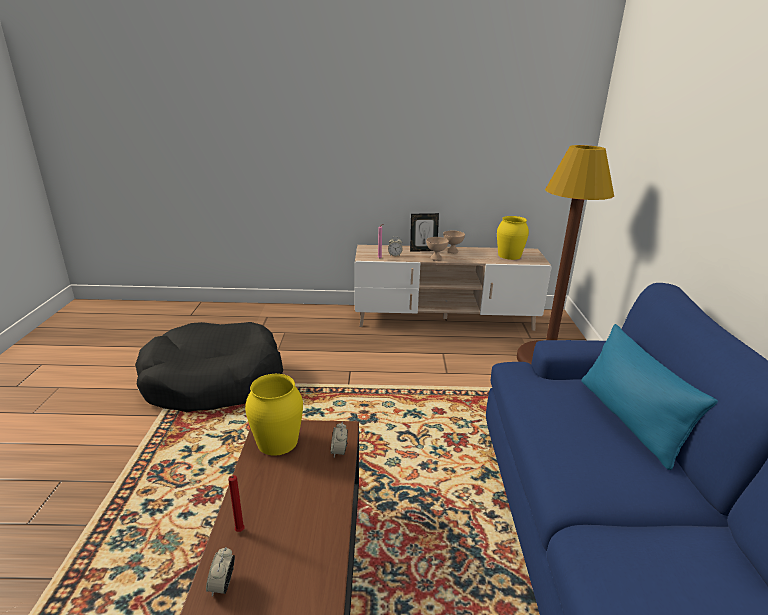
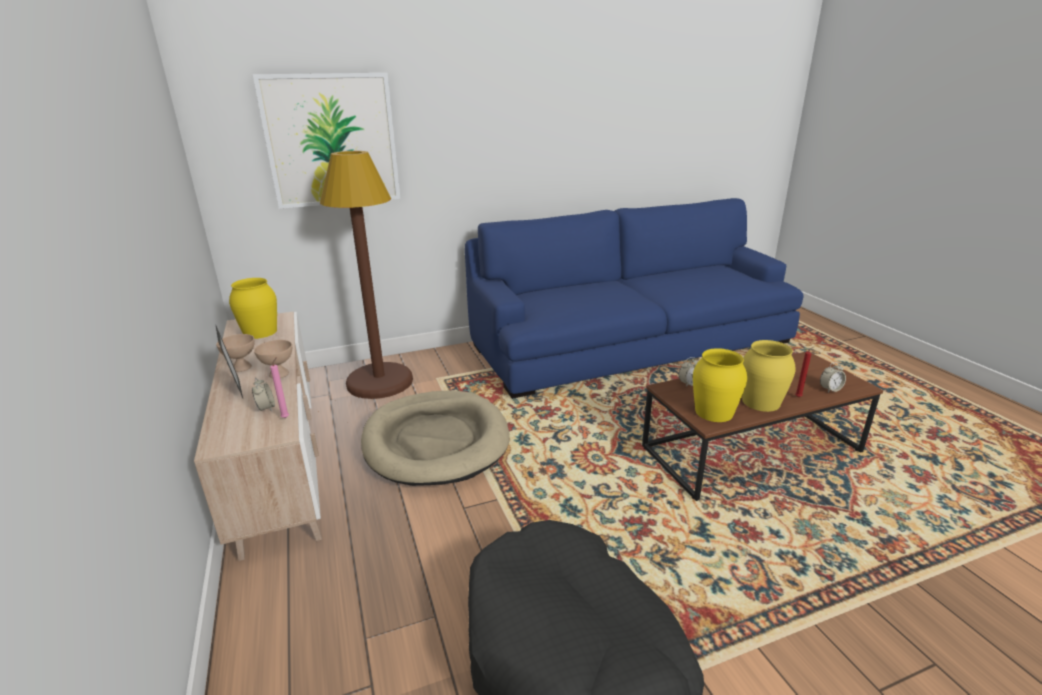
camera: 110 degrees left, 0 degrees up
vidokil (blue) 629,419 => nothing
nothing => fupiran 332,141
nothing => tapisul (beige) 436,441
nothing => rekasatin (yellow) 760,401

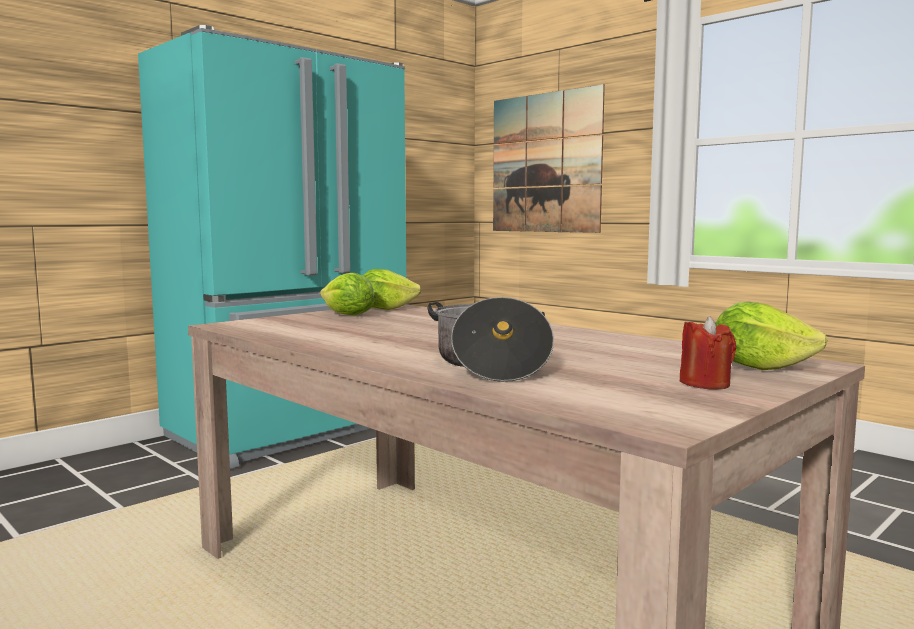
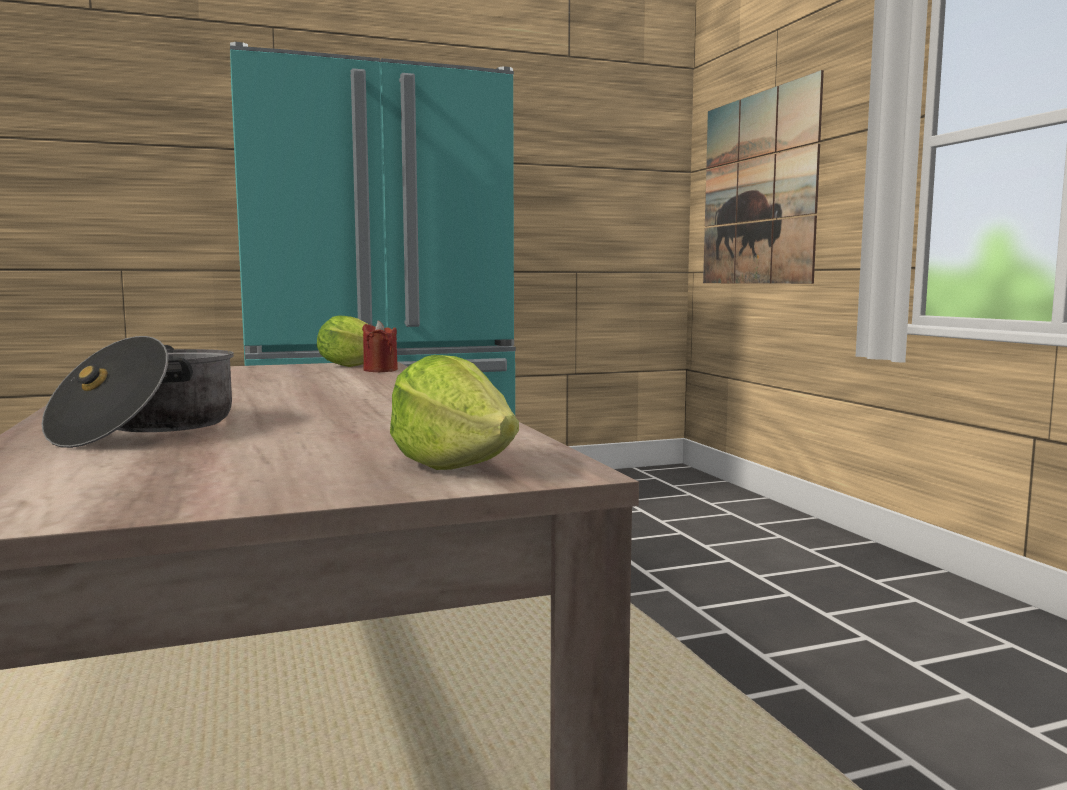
camera: 25 degrees right, 0 degrees up
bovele 347,315 => nothing
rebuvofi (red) 705,384 => rebuvofi (red) 380,370, moved

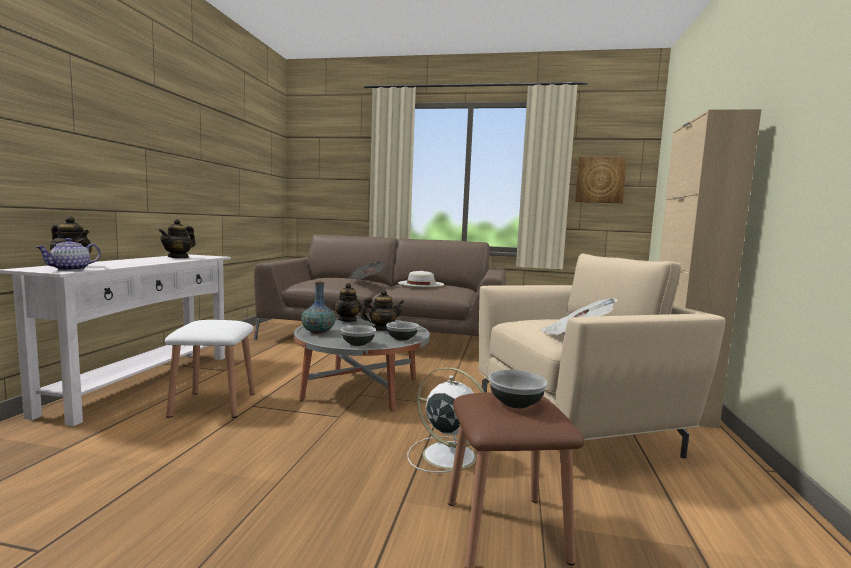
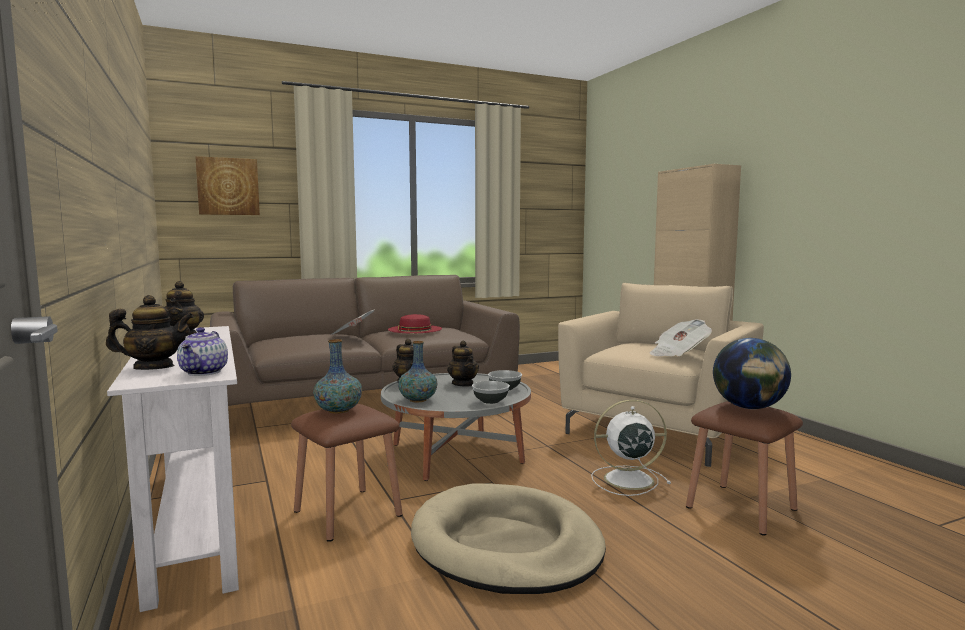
camera: 35 degrees left, 0 degrees up
nothing => rekasatin 338,410
nothing => tapisul (beige) 506,545
fupiran 600,180 => fupiran 228,186, moved
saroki 516,403 => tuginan 749,407
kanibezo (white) 213,404 => kanibezo (brown) 347,513
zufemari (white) 421,283 => zufemari (red) 415,329
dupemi 382,329 => dupemi 463,384, 120 degrees clockwise

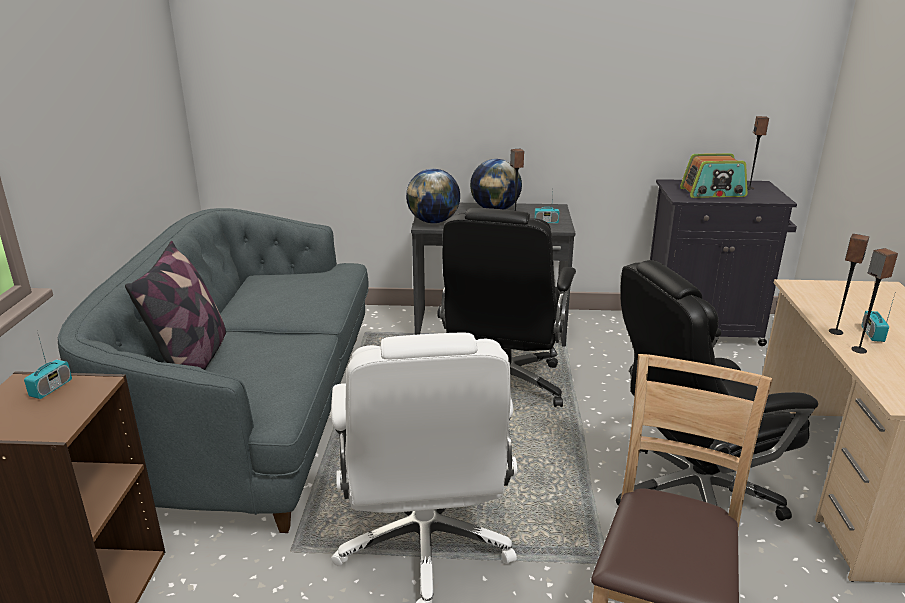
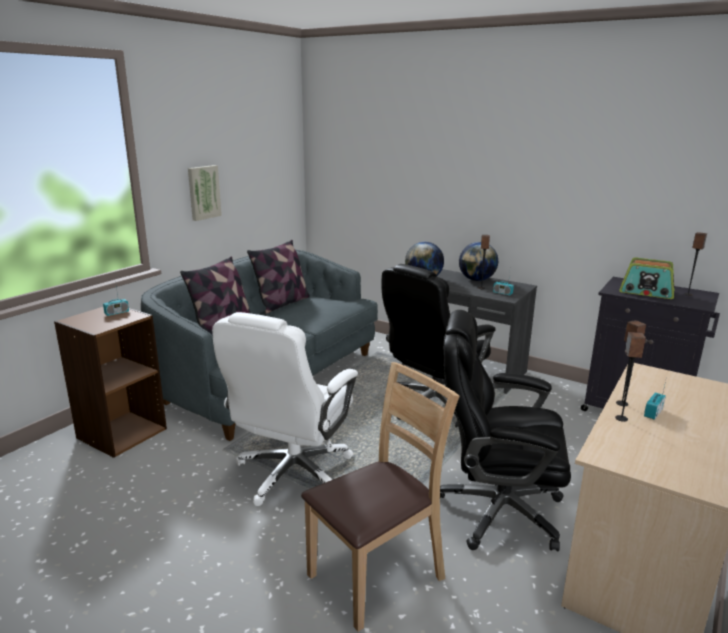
camera: 30 degrees right, 5 degrees down
nothing => fupiran 203,192
nothing => vidokil 282,303

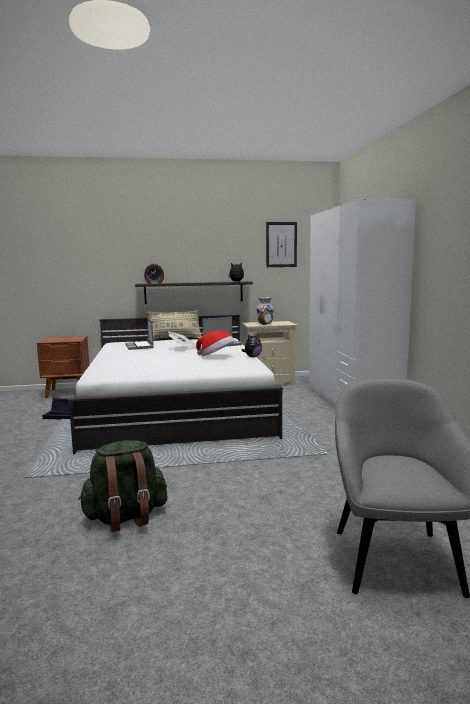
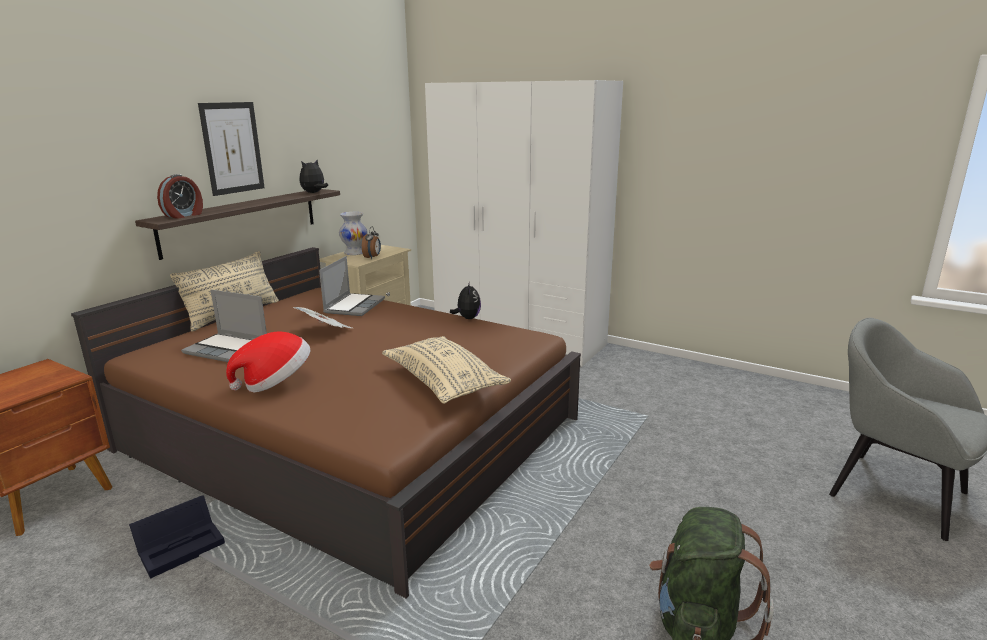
camera: 50 degrees left, 10 degrees up
nothing => vidokil (beige) 443,382
zufemari 216,356 => zufemari 276,383, moved
fupiran 281,244 => fupiran 232,148, moved
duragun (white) 176,408 => duragun (brown) 350,434

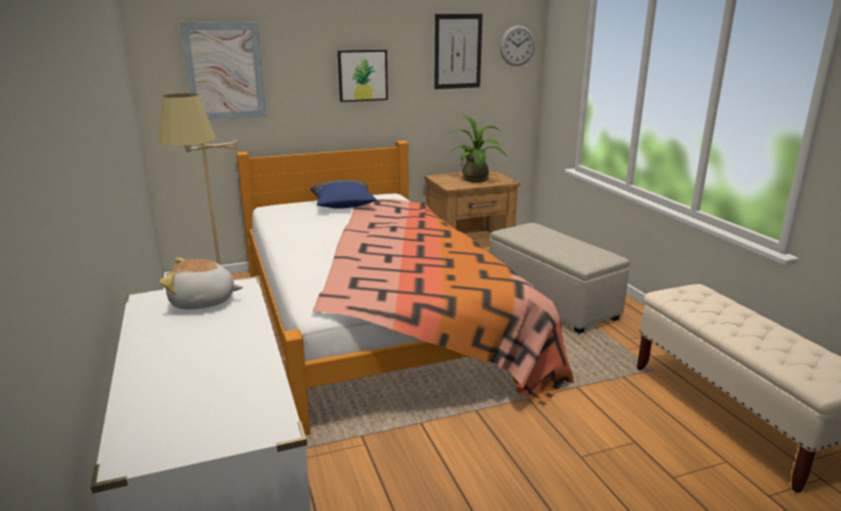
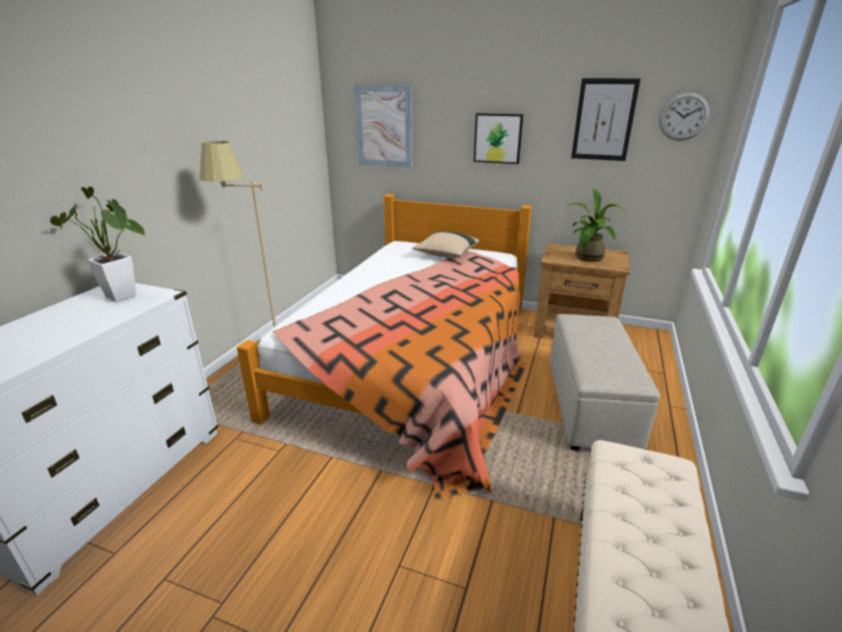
camera: 40 degrees right, 5 degrees up
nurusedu 203,302 => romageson 124,298
vidokil (blue) 343,206 => vidokil (beige) 446,255

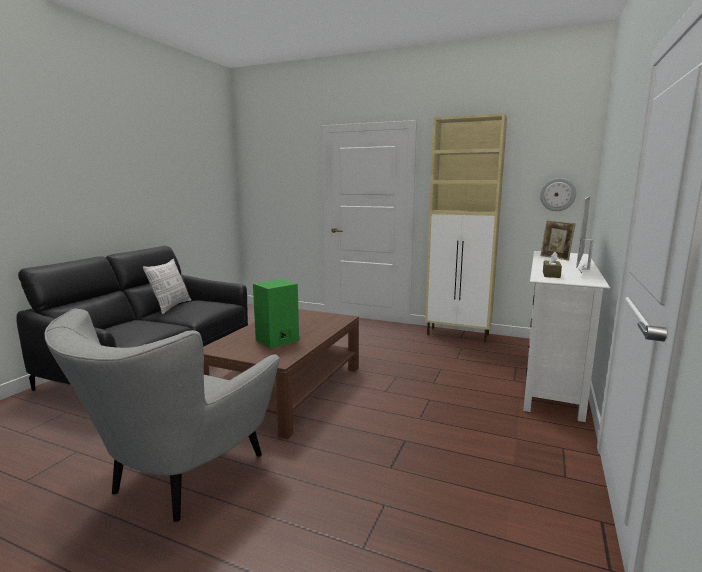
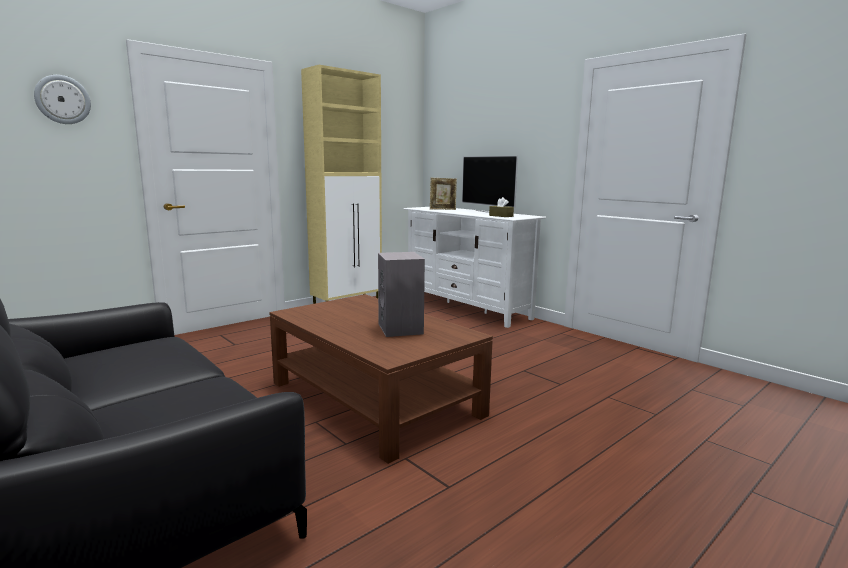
camera: 65 degrees left, 0 degrees up
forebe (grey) 180,479 => nothing
vidokil 171,307 => nothing
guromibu 557,194 => guromibu 63,99, moved
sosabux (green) 277,341 => sosabux (grey) 401,329

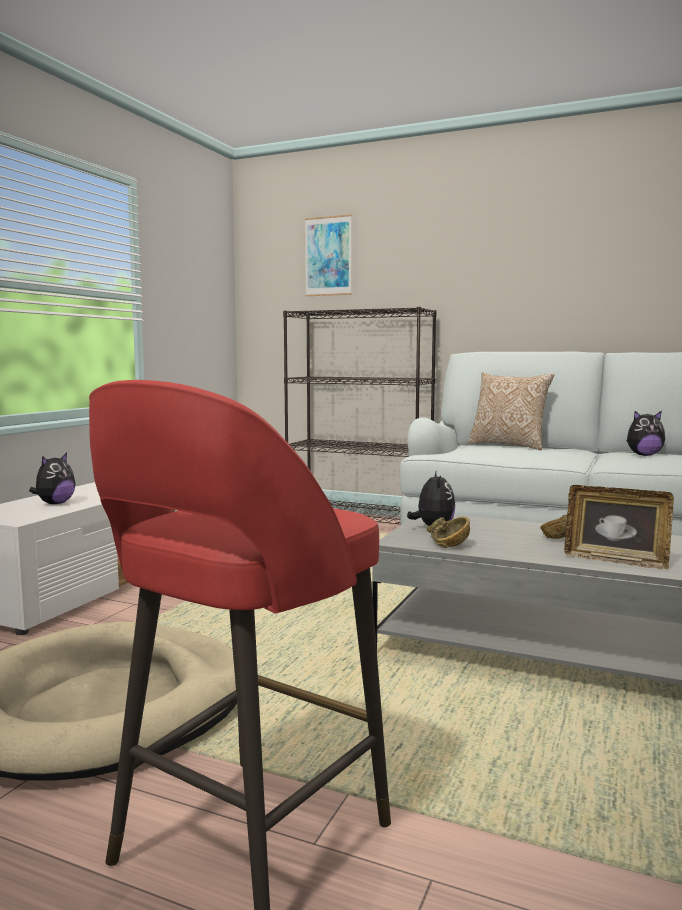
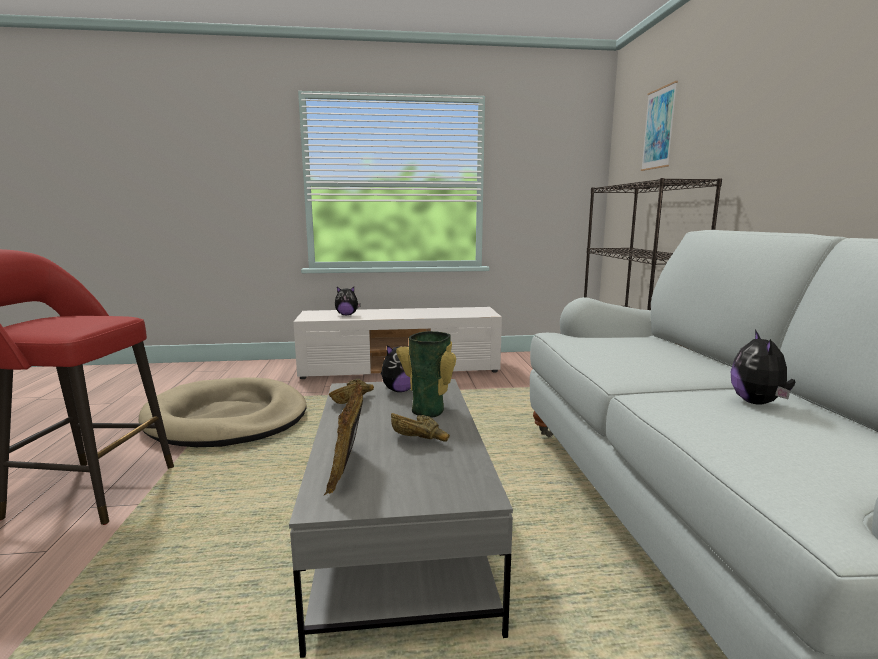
camera: 60 degrees right, 5 degrees up
vidokil 509,445 => nothing
nothing => rekasatin 430,409
nurusedu 644,455 => nurusedu 758,403, 45 degrees clockwise

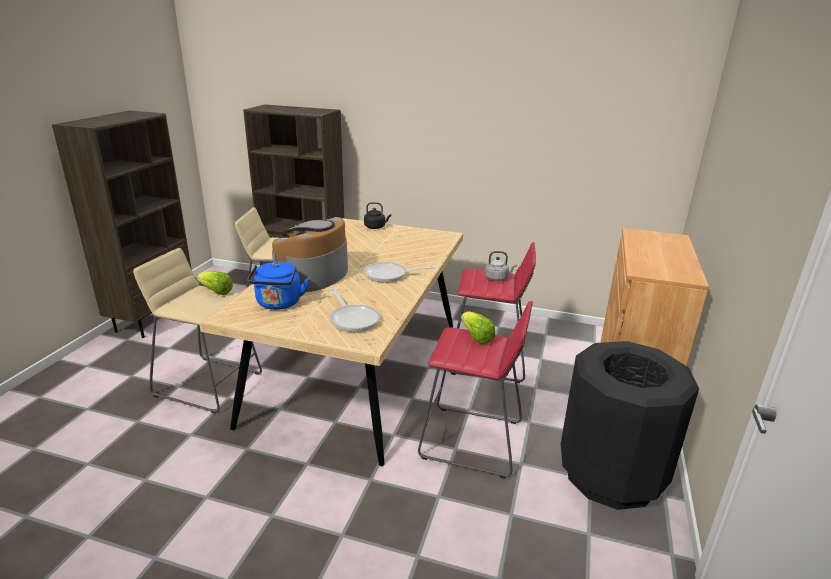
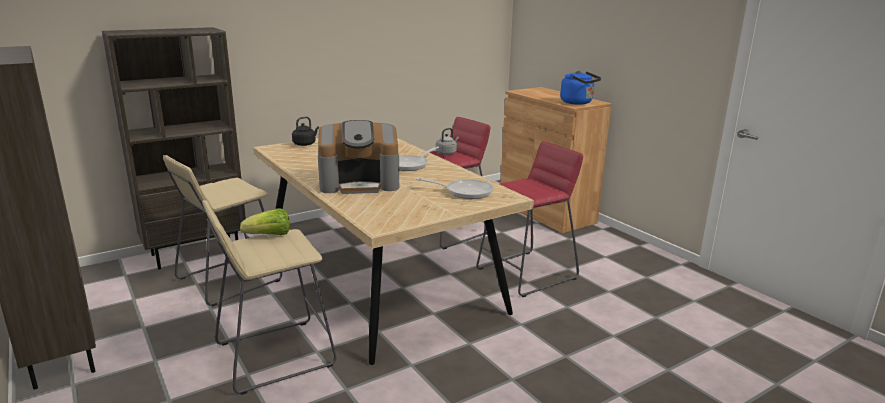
camera: 50 degrees left, 5 degrees down
bovele 476,337 => nothing
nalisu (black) 611,475 => nothing
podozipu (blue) 278,304 => podozipu (blue) 578,103, moved
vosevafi 313,275 => vosevafi 360,183, 75 degrees counterclockwise

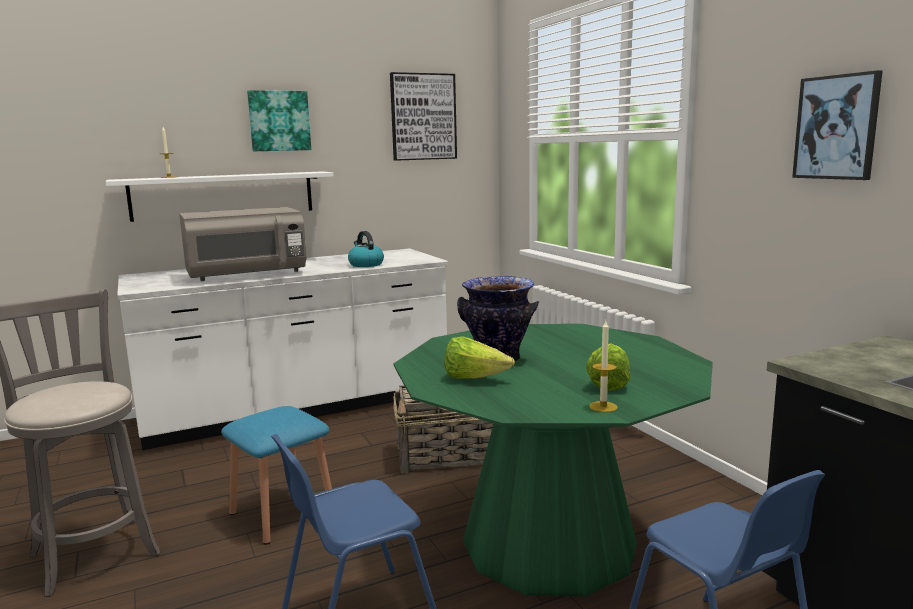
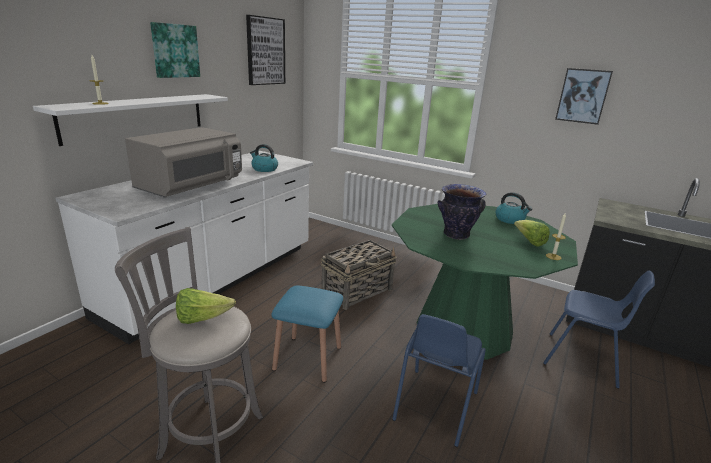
camera: 35 degrees left, 10 degrees up
nothing => podozipu 510,219
bovele 474,378 => bovele 202,318, moved

